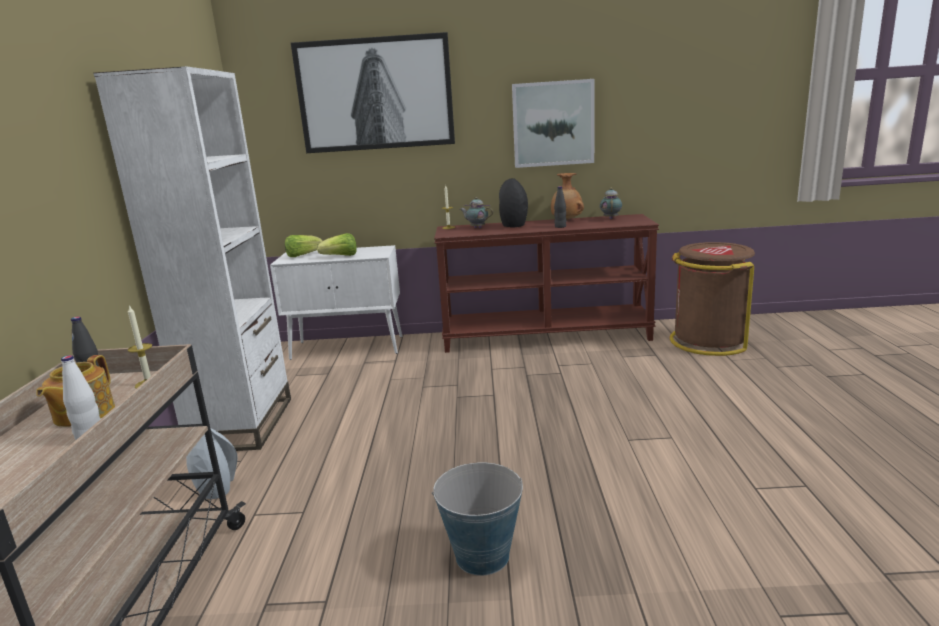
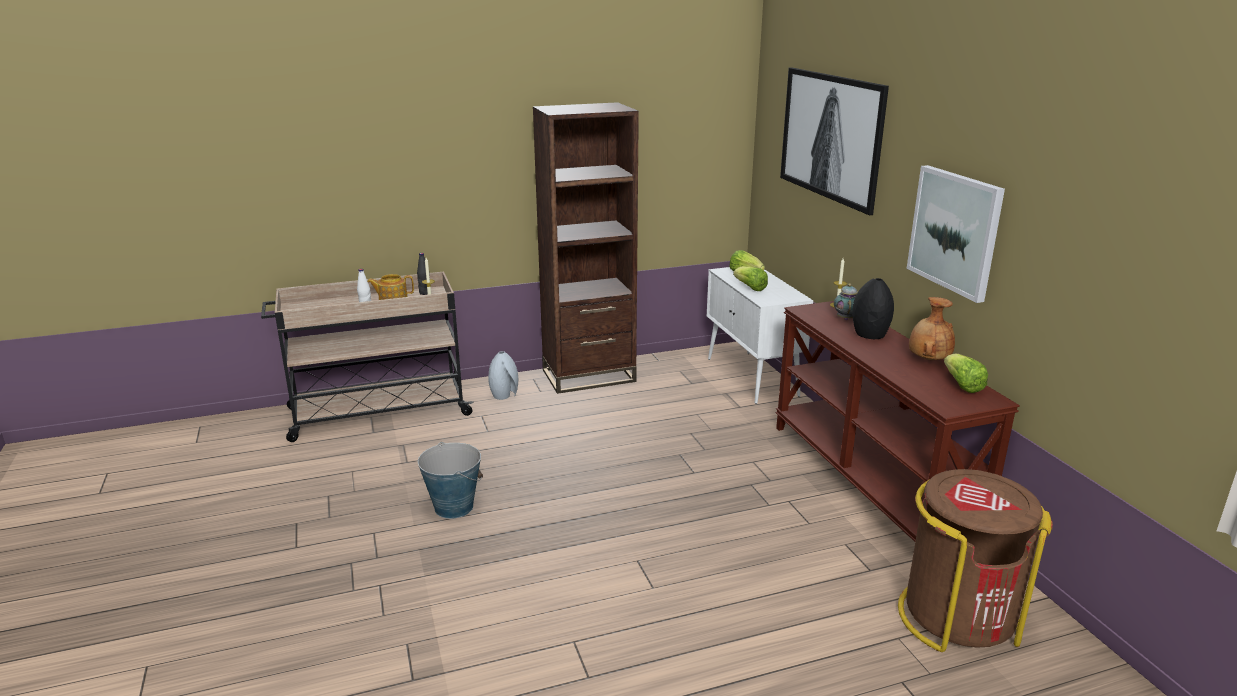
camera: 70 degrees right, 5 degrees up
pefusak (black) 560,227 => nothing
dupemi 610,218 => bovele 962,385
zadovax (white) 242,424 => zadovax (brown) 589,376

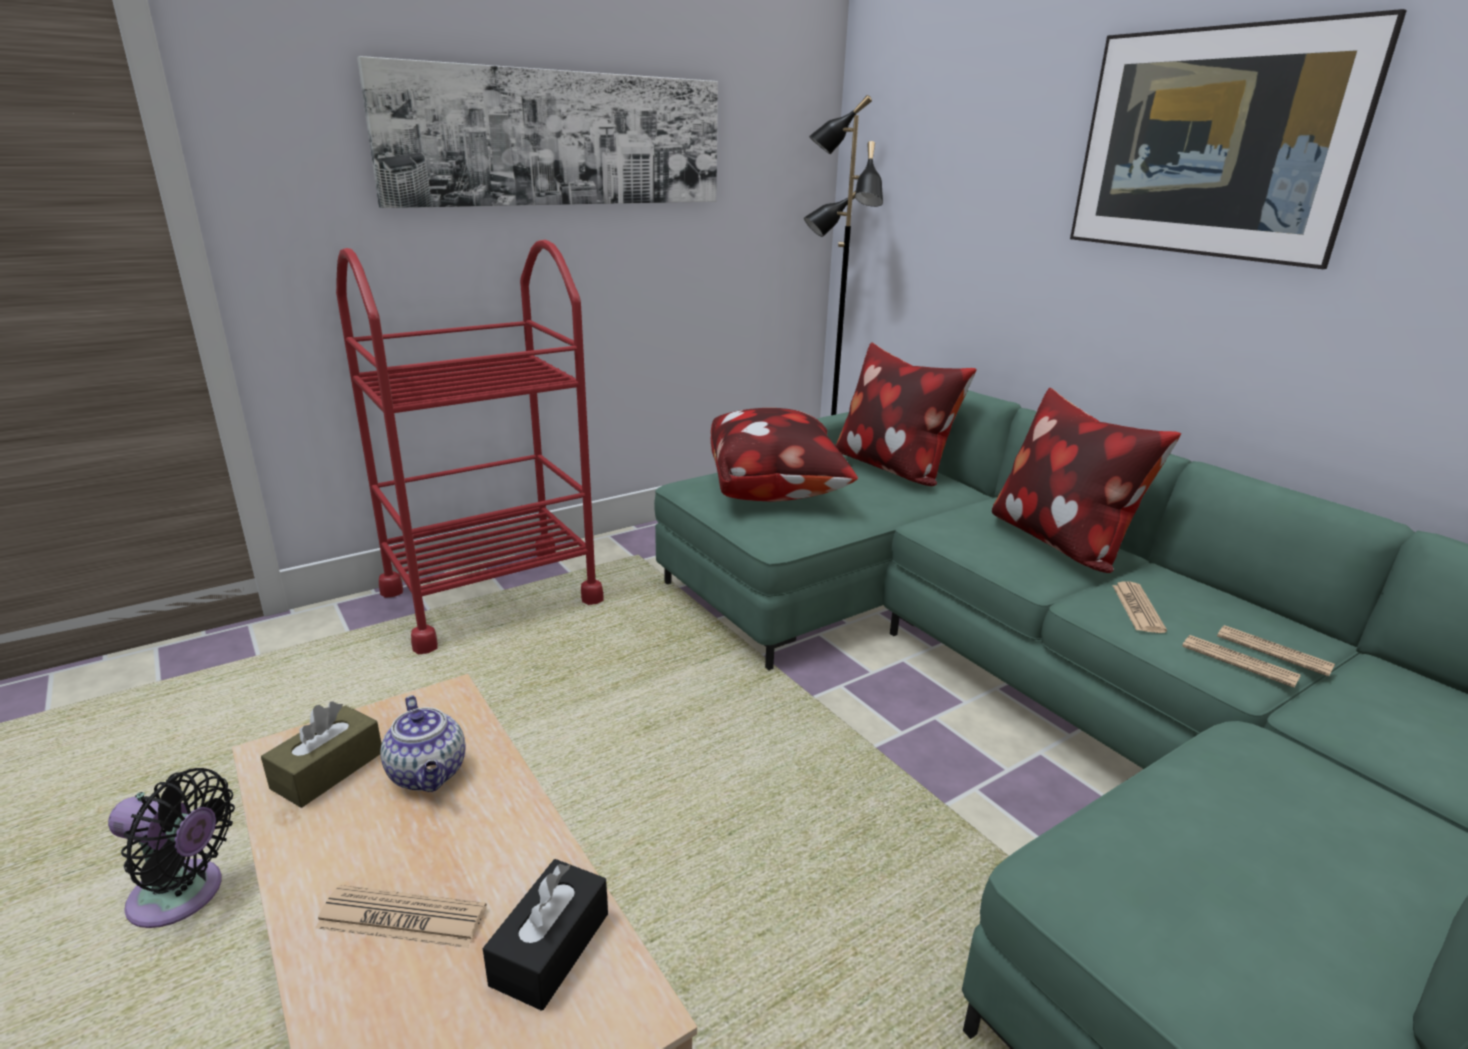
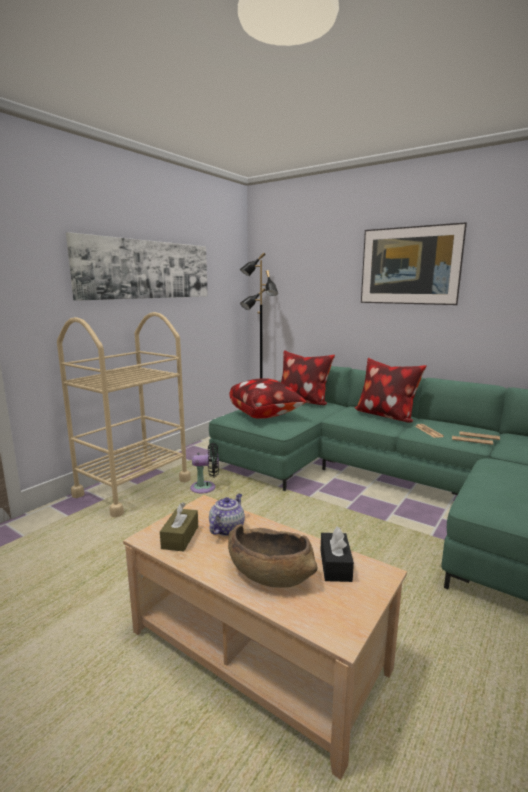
camera: 20 degrees left, 10 degrees down
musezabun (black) 183,897 => musezabun (black) 206,488, moved
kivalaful 402,918 => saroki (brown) 269,572
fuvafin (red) 491,596 => fuvafin (beige) 133,487
dupemi 429,774 => dupemi 227,528, 105 degrees counterclockwise

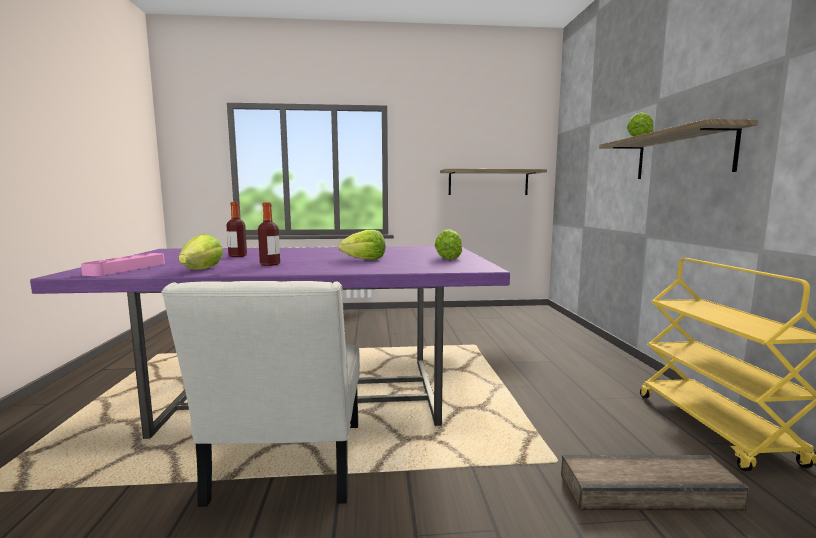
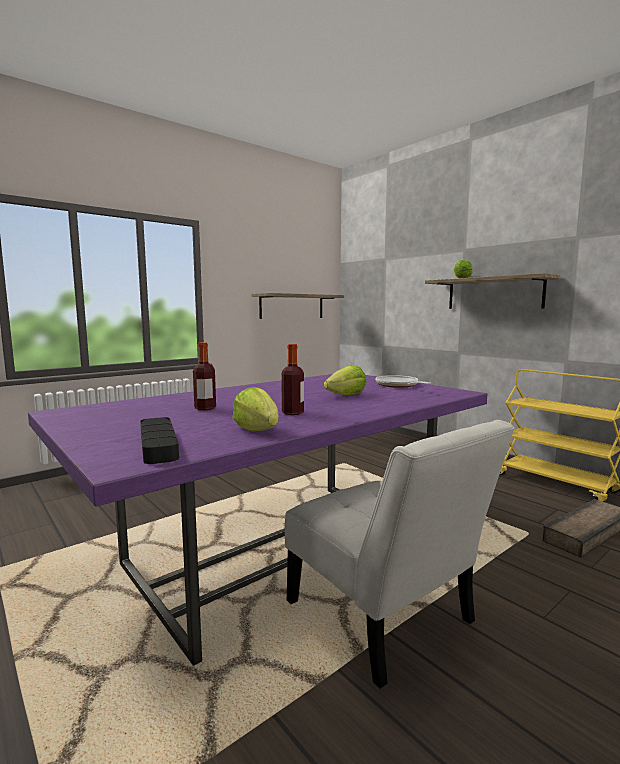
camera: 35 degrees left, 0 degrees up
bovele 448,258 => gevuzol 398,385
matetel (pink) 126,268 => matetel (black) 158,445

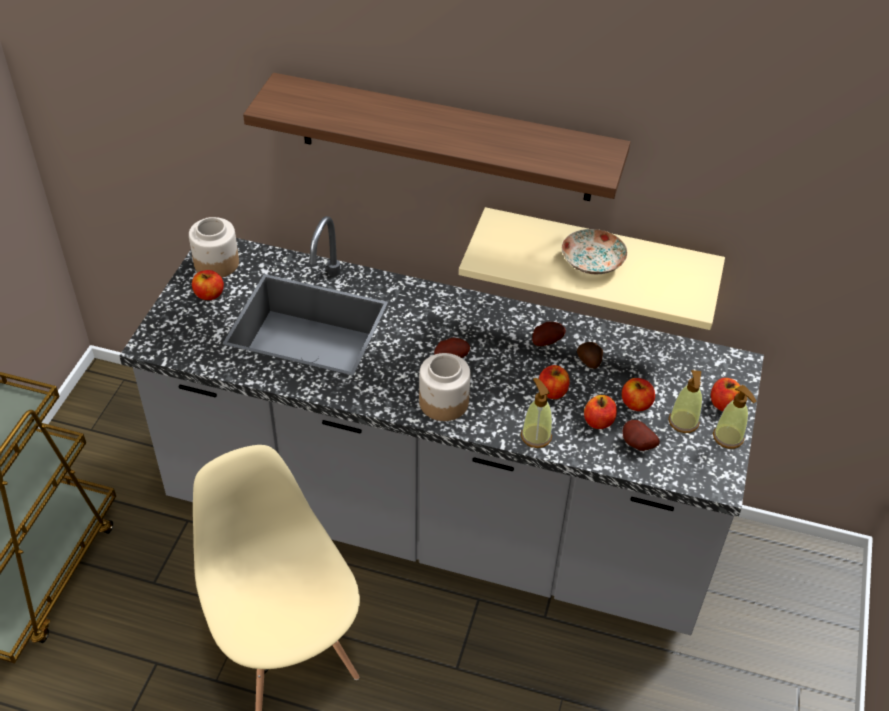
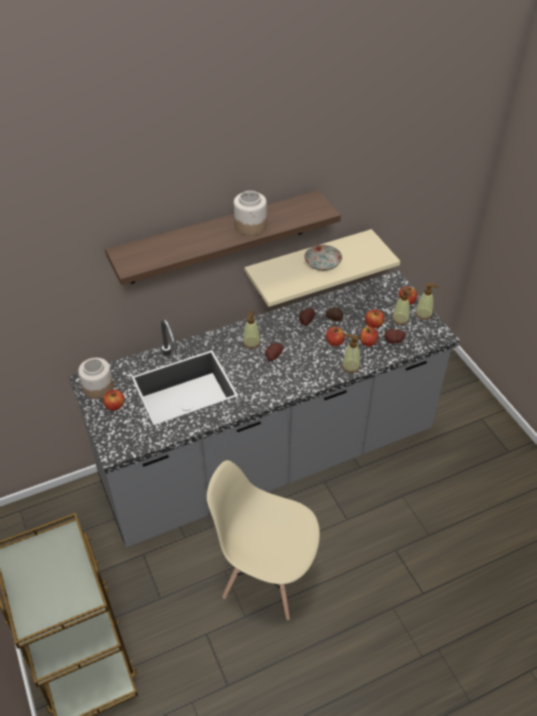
camera: 40 degrees left, 0 degrees up
nothing => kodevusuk 251,343
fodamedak 444,402 => fodamedak 250,226, moved

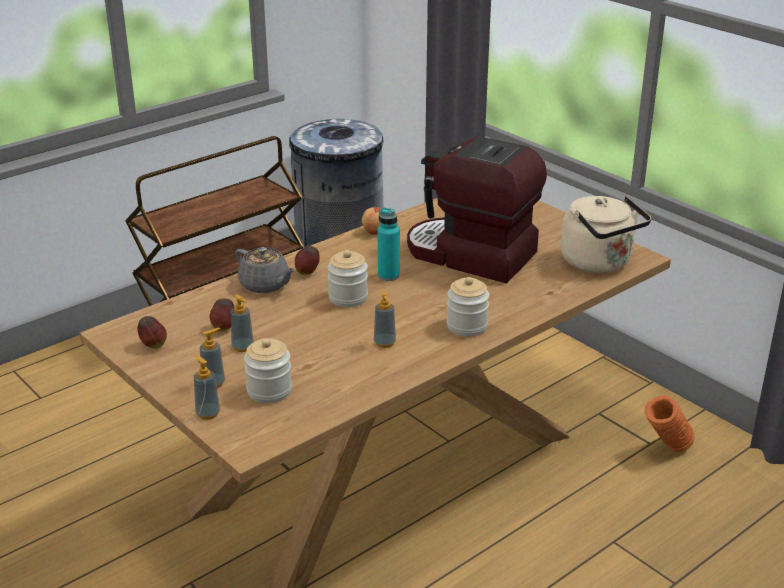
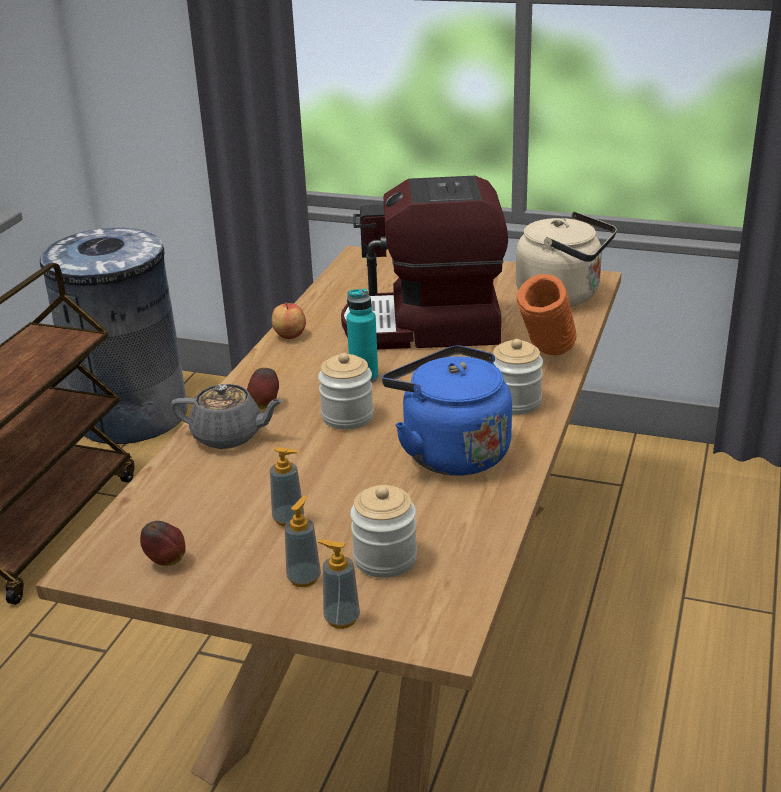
camera: 30 degrees left, 0 degrees up
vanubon 224,328 => nothing
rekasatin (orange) 666,450 => rekasatin (orange) 546,358, moved
kodevusuk 384,343 => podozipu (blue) 450,452

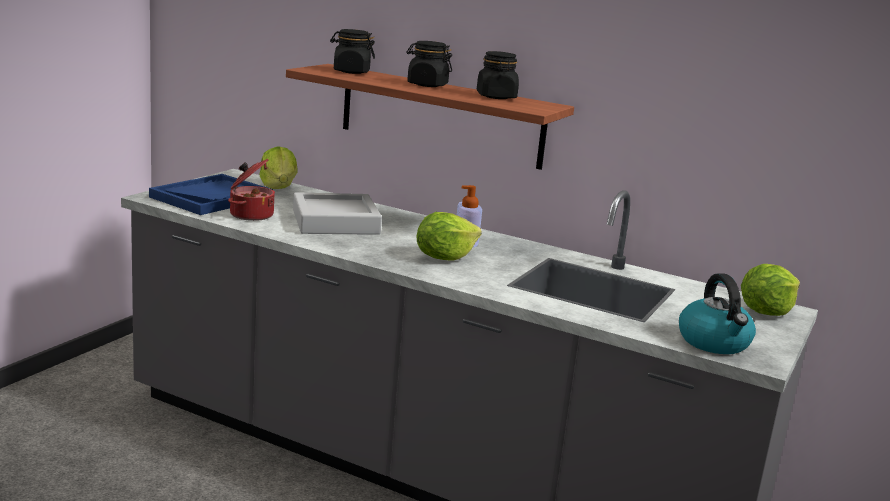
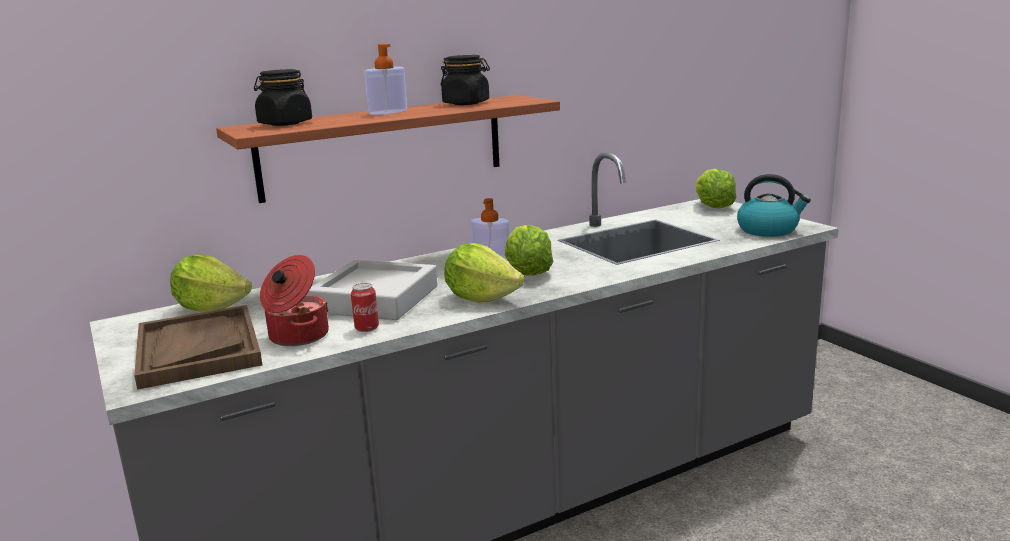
camera: 55 degrees left, 0 degrees up
nothing => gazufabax 366,328
nothing => bovele 481,298
fodamedak (black) 427,85 => kodevusuk 388,112
matetel (blue) 212,197 => matetel (brown) 198,349

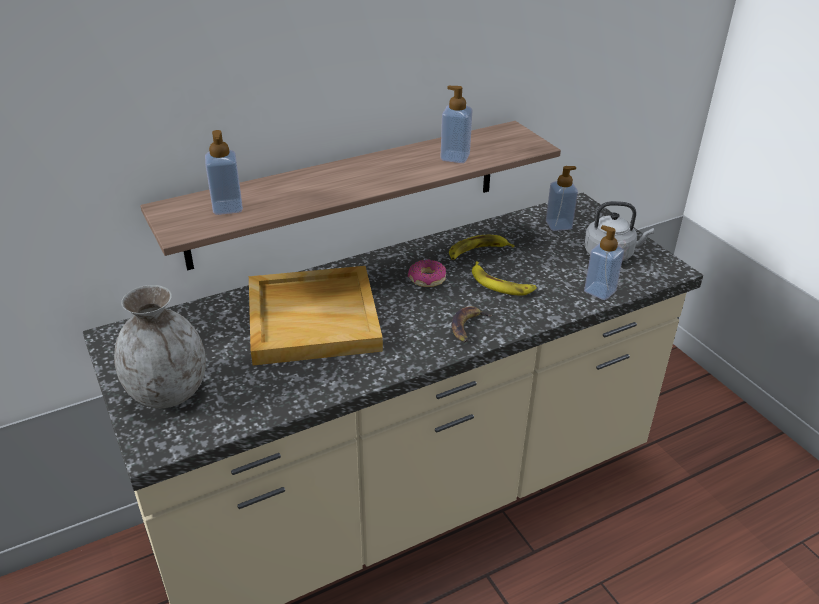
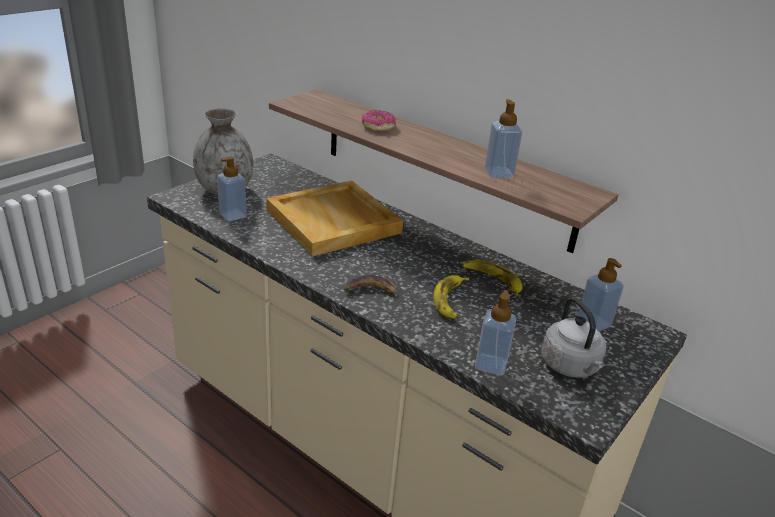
camera: 65 degrees right, 5 degrees down
kodevusuk 227,207 => kodevusuk 233,215, moved
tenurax 427,279 => tenurax 378,126, moved

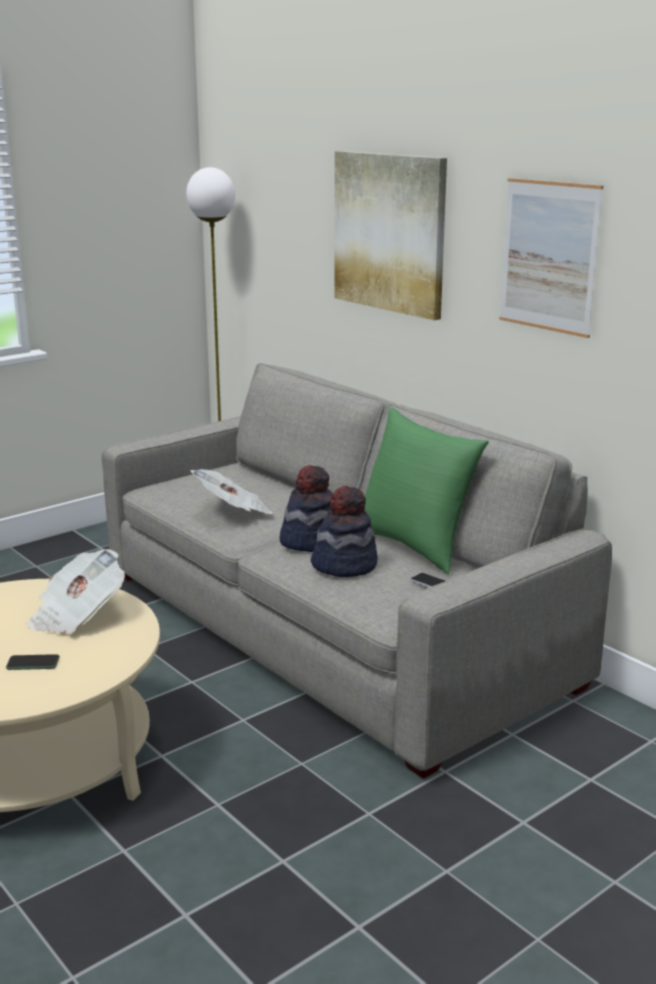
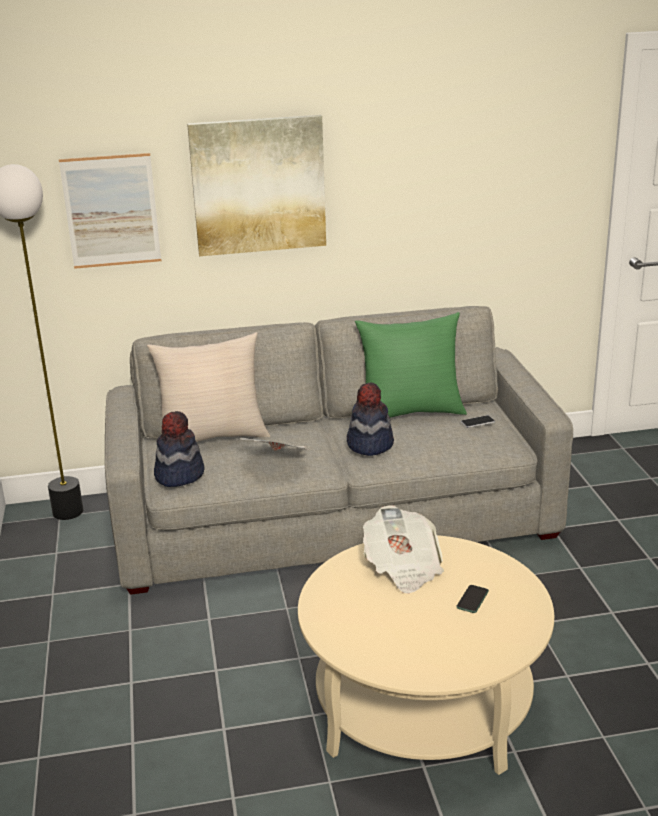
camera: 60 degrees left, 5 degrees up
nothing => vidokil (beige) 213,437
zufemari 344,565 => zufemari 179,474, moved
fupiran 548,256 => fupiran 111,211, moved

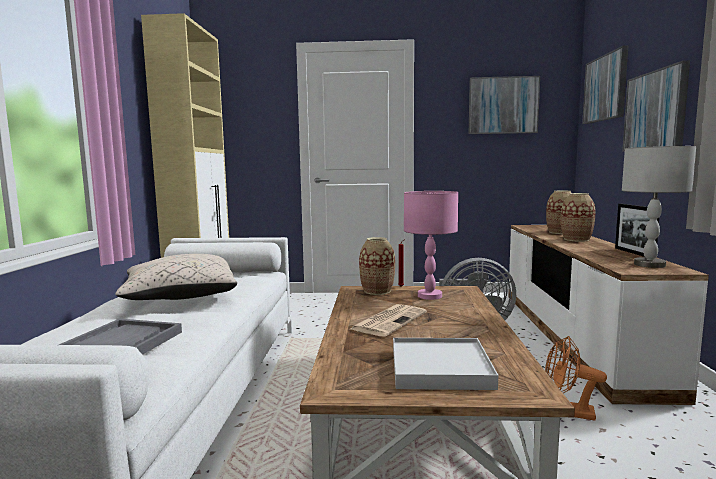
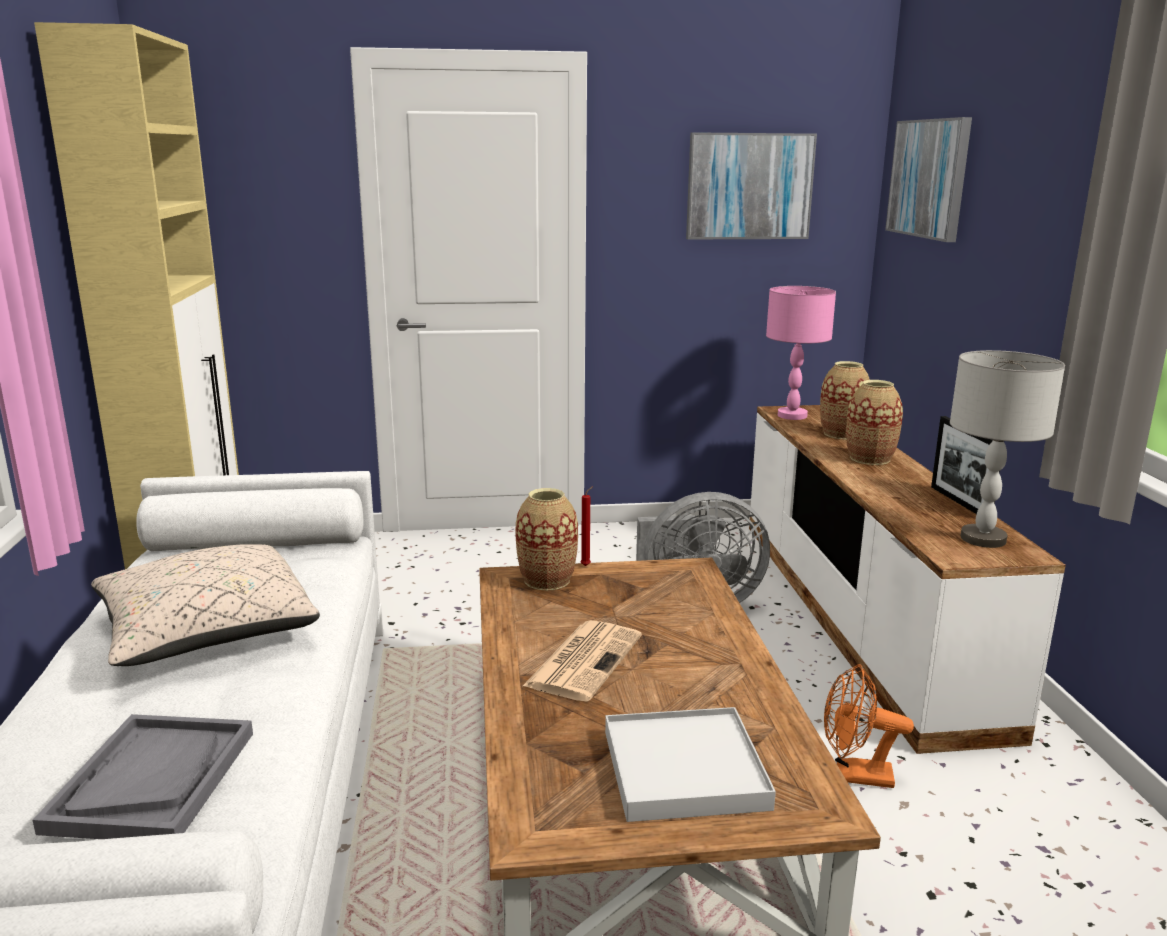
camera: 10 degrees left, 10 degrees up
fupiran 655,111 => nothing
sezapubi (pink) 429,296 => sezapubi (pink) 792,416, moved

